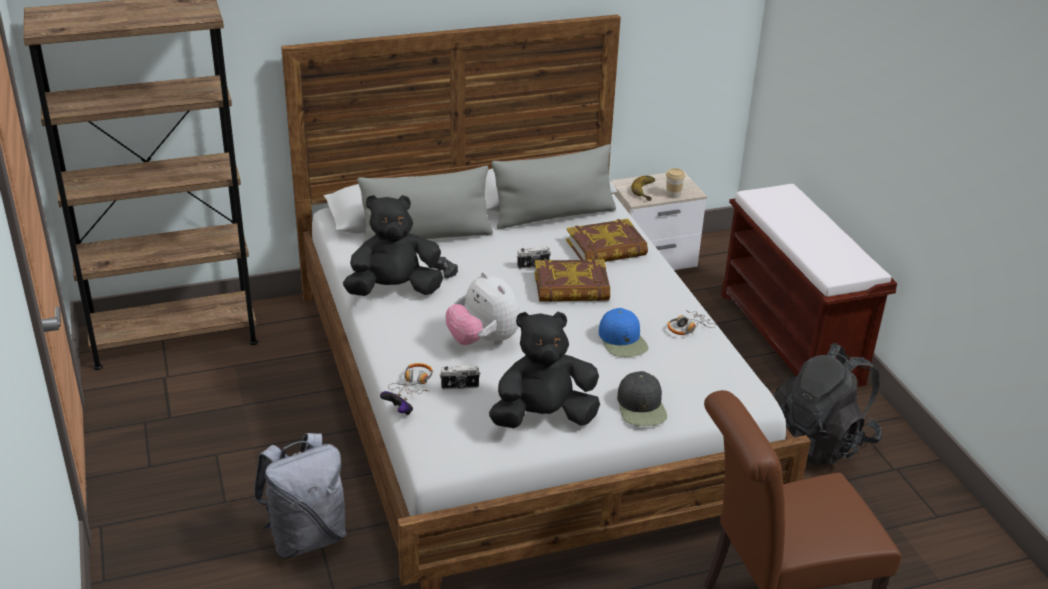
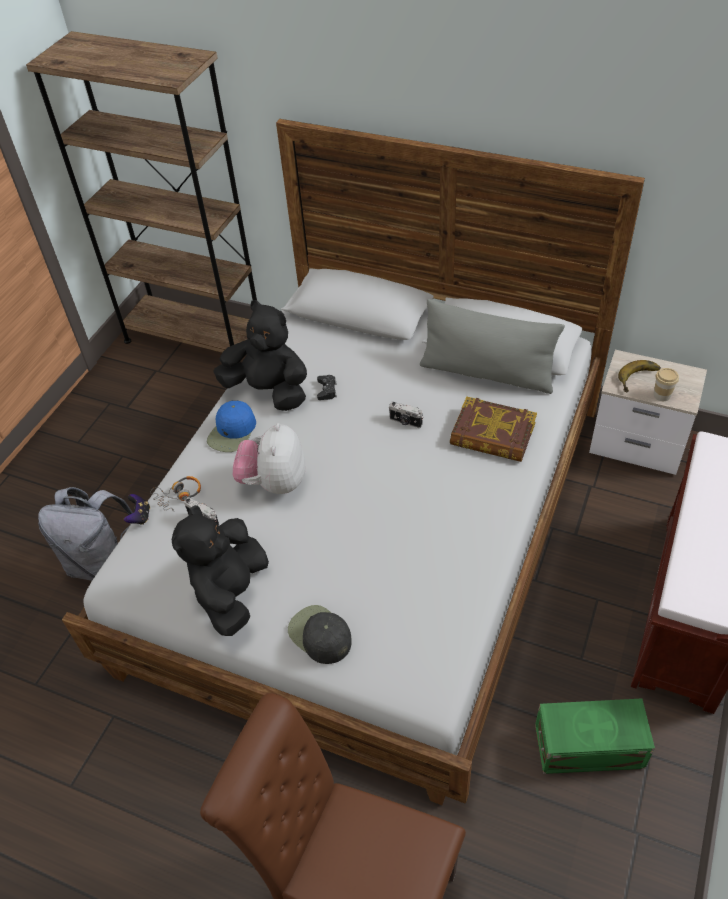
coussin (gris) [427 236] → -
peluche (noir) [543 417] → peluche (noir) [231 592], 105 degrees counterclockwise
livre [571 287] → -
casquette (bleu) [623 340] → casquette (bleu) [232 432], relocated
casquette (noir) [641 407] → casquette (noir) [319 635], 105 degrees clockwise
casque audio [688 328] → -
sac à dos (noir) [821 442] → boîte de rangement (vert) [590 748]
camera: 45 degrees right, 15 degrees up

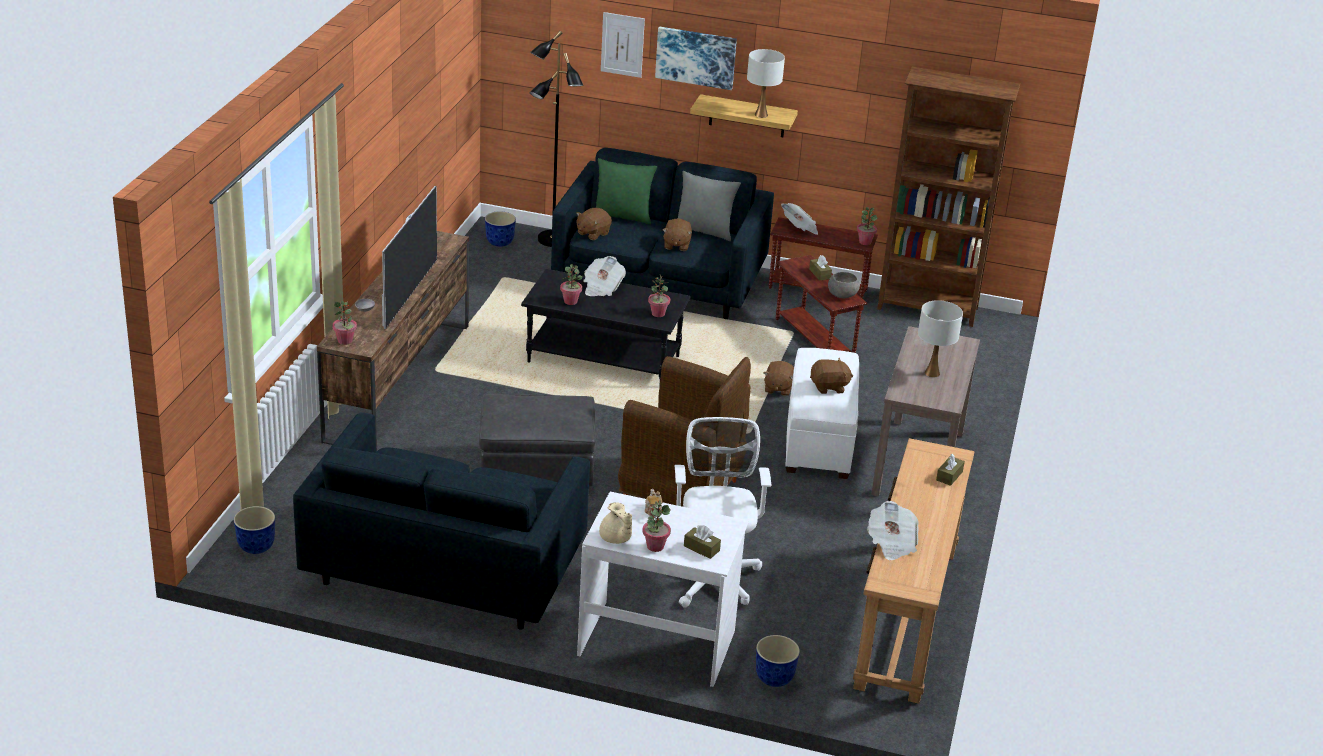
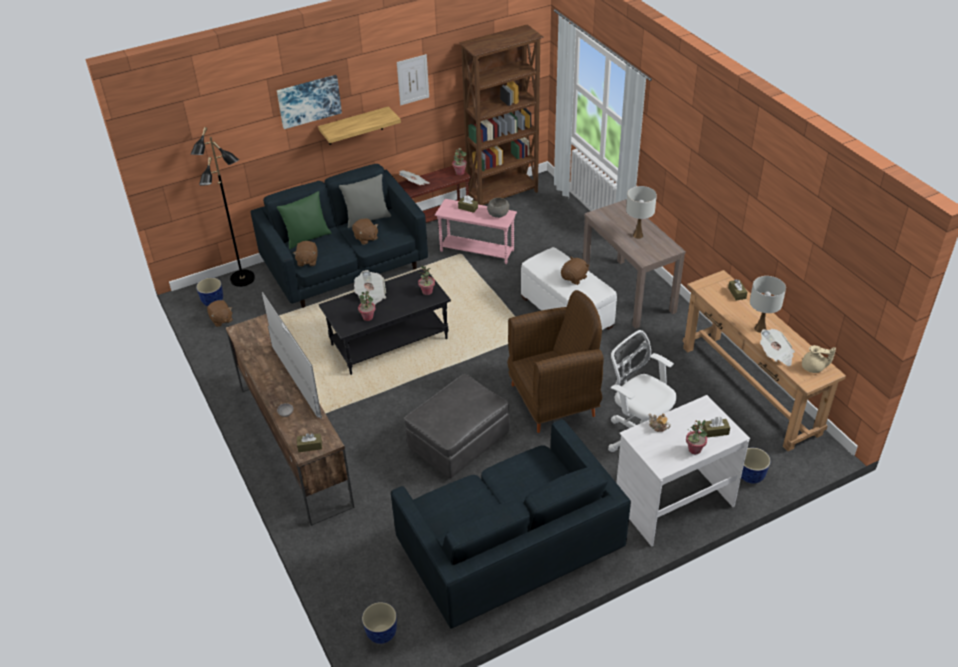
plante en pot [345 341] → boîte à mouchoirs (marron) [310 446]
théière (beige) [616 538] → théière (beige) [813 368], relocated
tableau [622 44] → tableau [413 79], relocated
lampe de table (blanc) [761 115] → lampe de table (blanc) [760 328], relocated
peluche (marron) [778 388] → peluche (marron) [221 320], relocated
table d'appoint (marron) [814 339] → table d'appoint (rose) [477 251]
camera: 40 degrees left, 10 degrees up

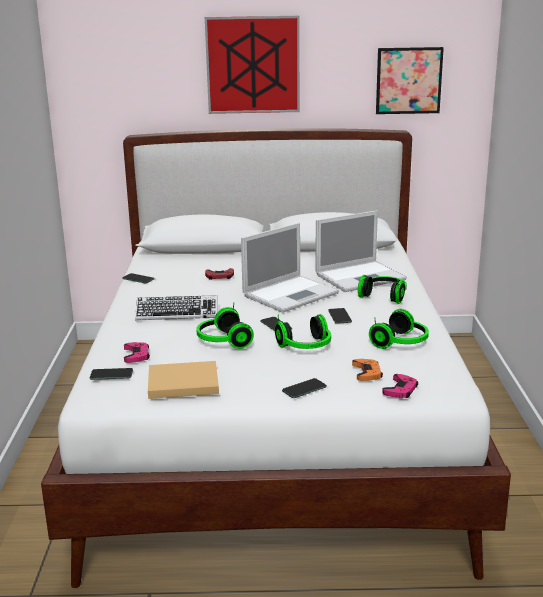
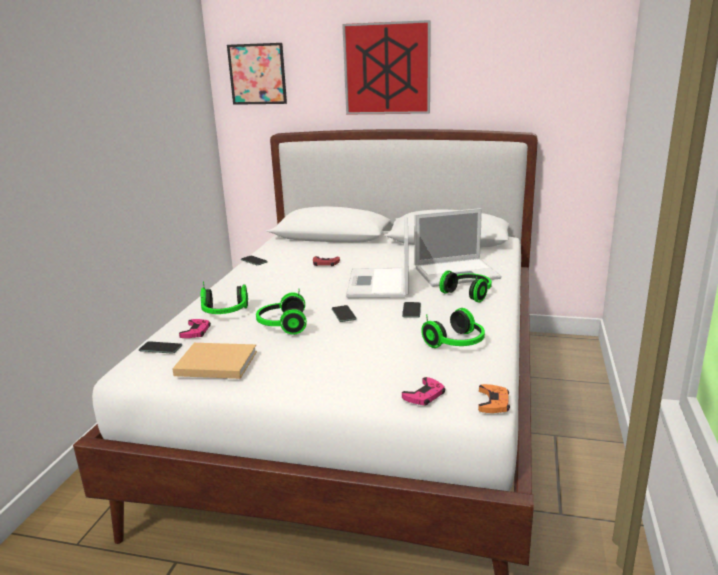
clavier [177 313] → -
ordinateur portable [291 294] → ordinateur portable [379 284], 120 degrees clockwise
casque audio [306 347] → casque audio [225 313], relocated
téléphone [304 389] → -
manette (orange) [367 373] → manette (orange) [493 402], relocated
tableau [408 80] → tableau [257 74], relocated
camera: 15 degrees right, 0 degrees up

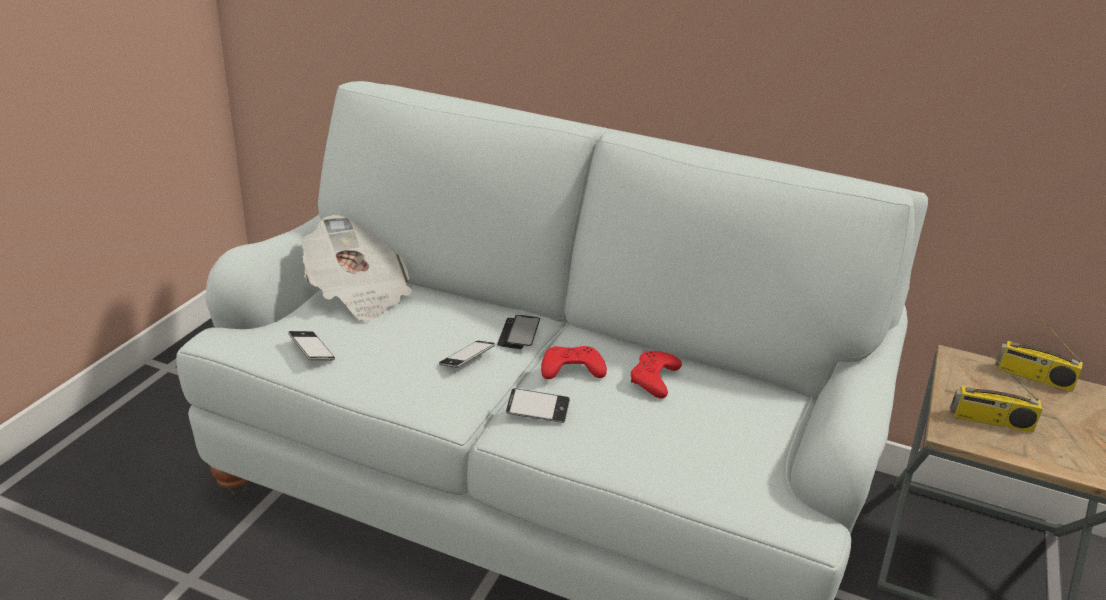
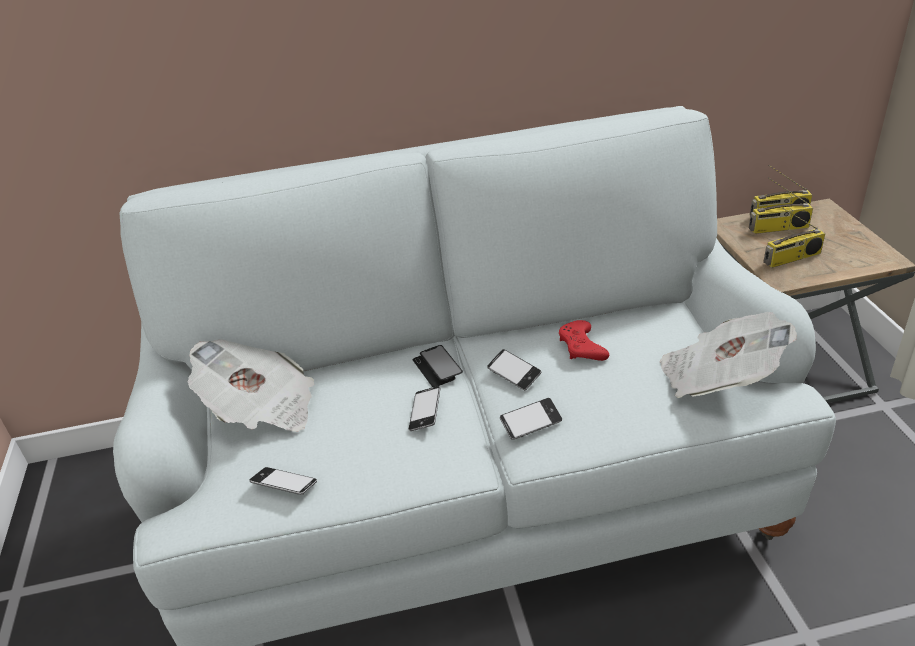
manette (rouge) [571 368] → téléphone [514 373]
- → journal [718 379]
- → radio [778 228]
camera: 30 degrees left, 5 degrees up

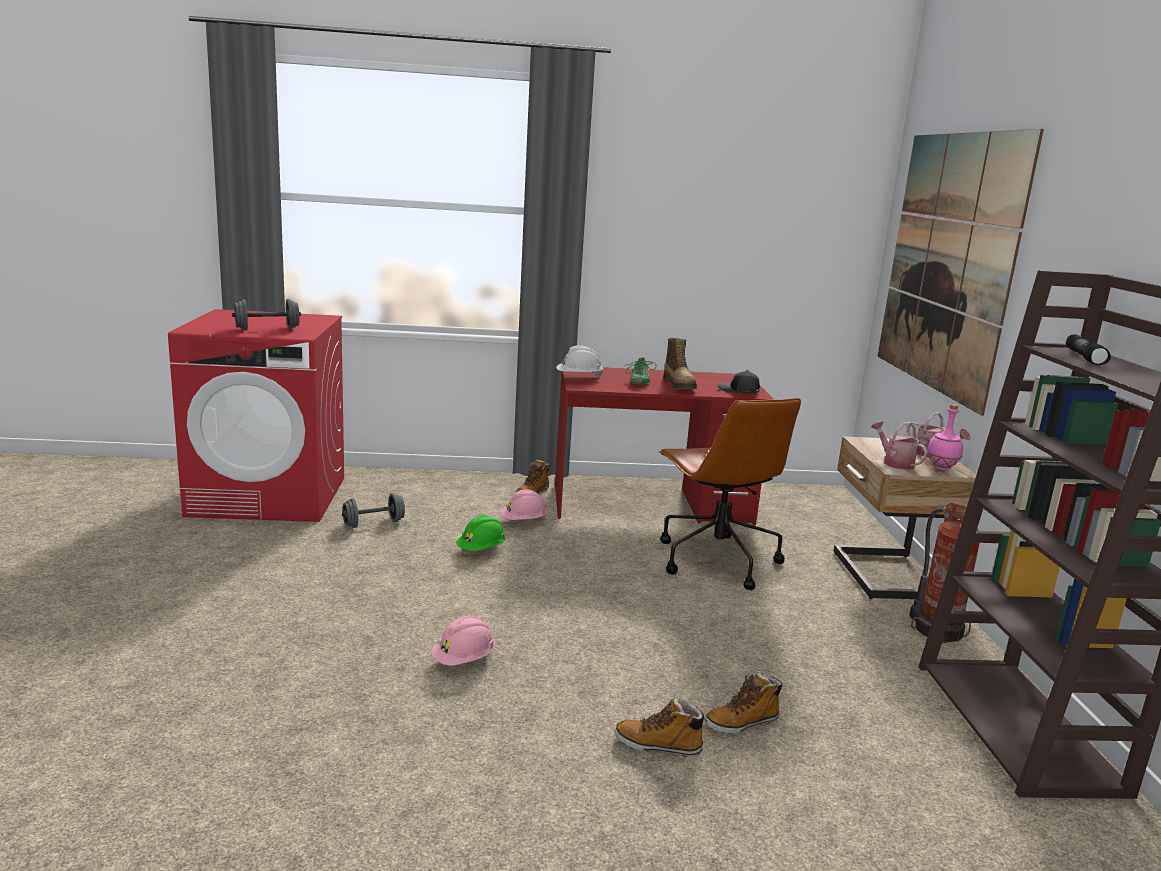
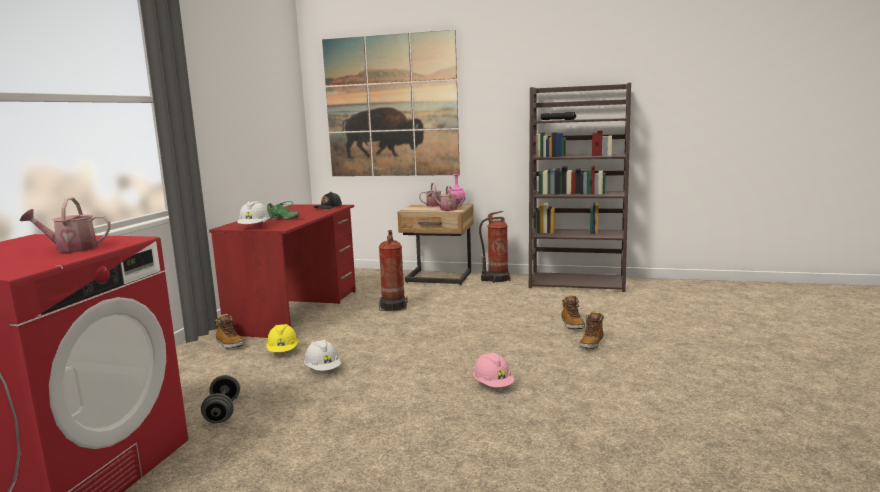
haltère (gris) [267 329] → arrosoir [71 249]
casque de chantier (vert) [481 550] → casque de chantier (blanc) [323 369]
casque de chantier (rose) [524 521] → casque de chantier (jaune) [283 351]
chaise de bureau (marron) [716 560] → extincteur [394 306]
botte [679 386] → -
camera: 70 degrees left, 5 degrees down

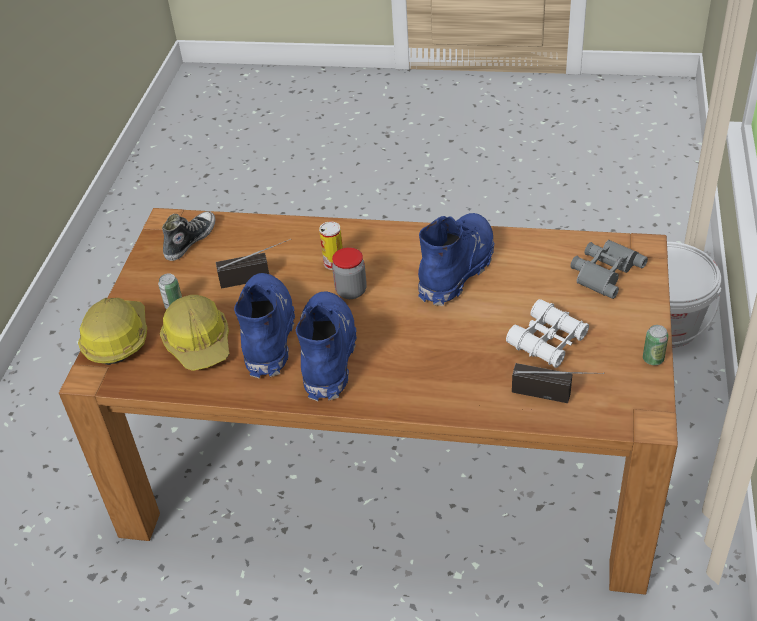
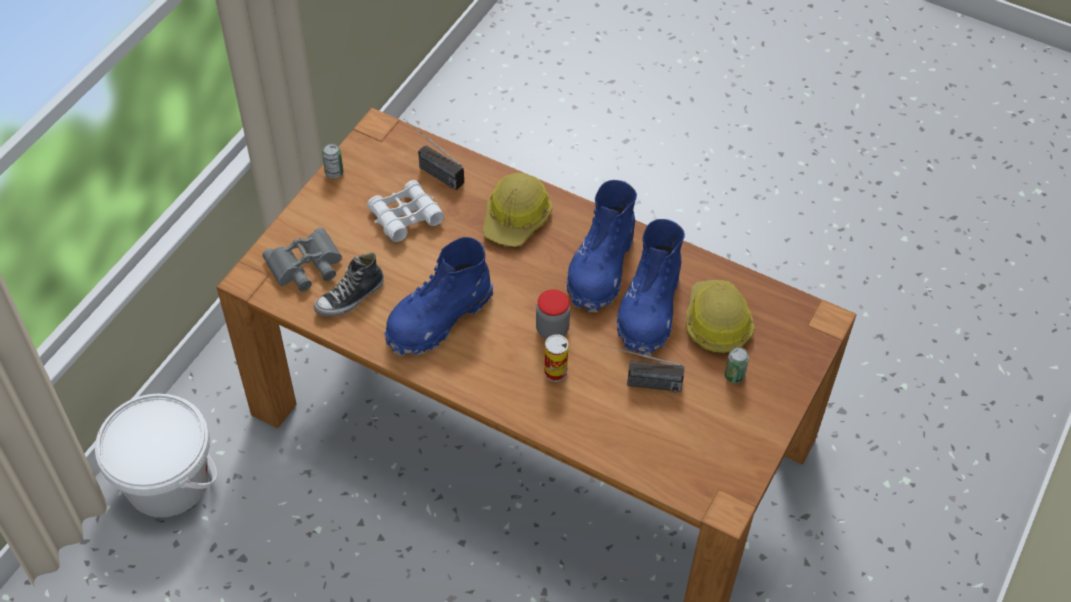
casque de chantier [116 338] → casque de chantier [516 218], relocated
chaussure [190 240] → chaussure [350 297], relocated
camera: 165 degrees left, 10 degrees up

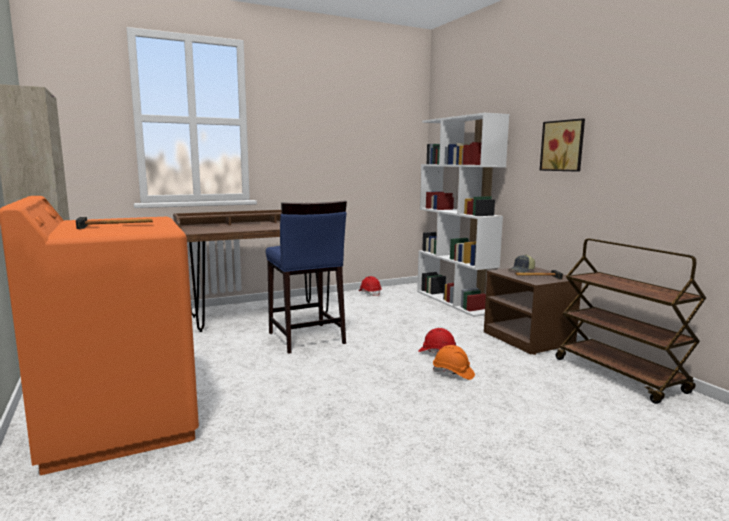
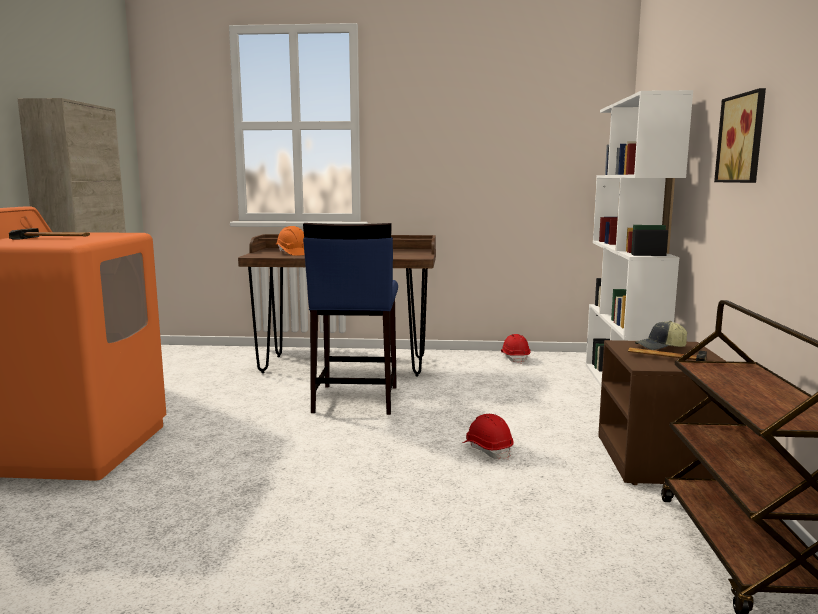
casque de chantier (orange) [453 373] → casque de chantier (orange) [293 253], relocated
camera: 30 degrees right, 0 degrees up

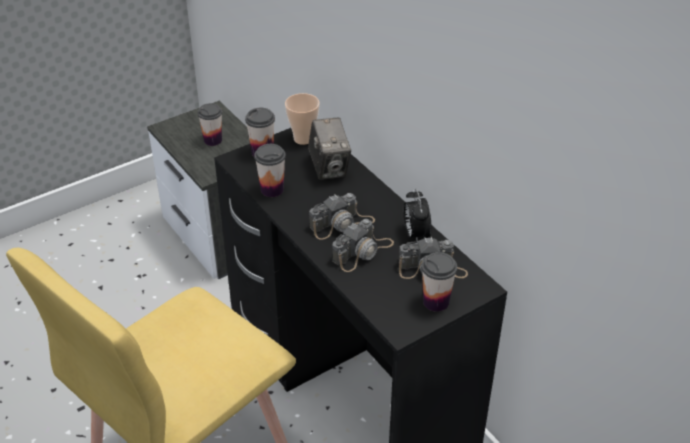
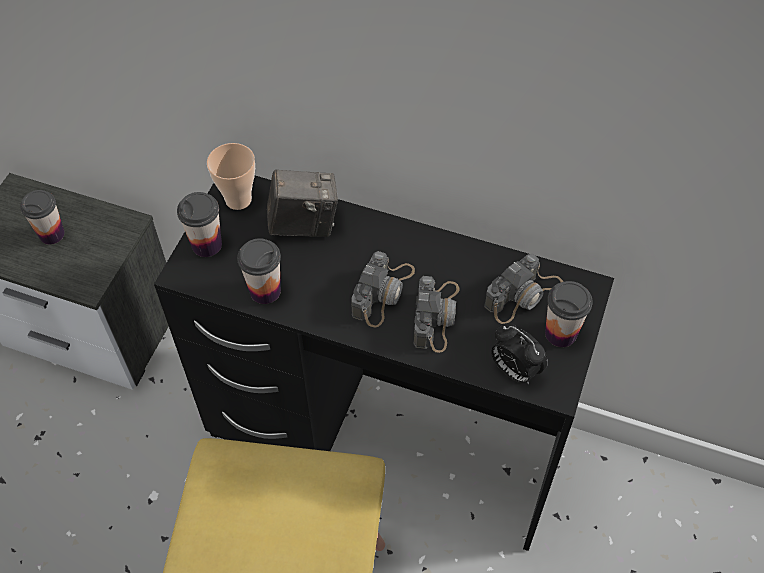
appareil photo [329 168] → appareil photo [303 224], 45 degrees counterclockwise
réveil [415 235] → réveil [514 370], relocated
camera: 35 degrees left, 15 degrees up

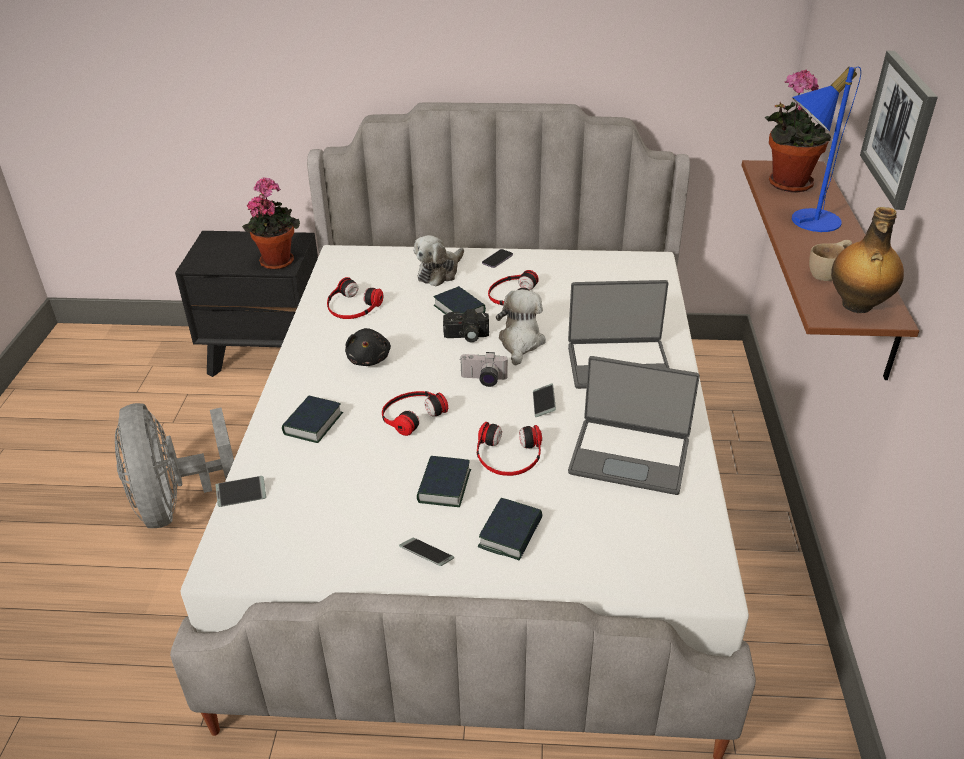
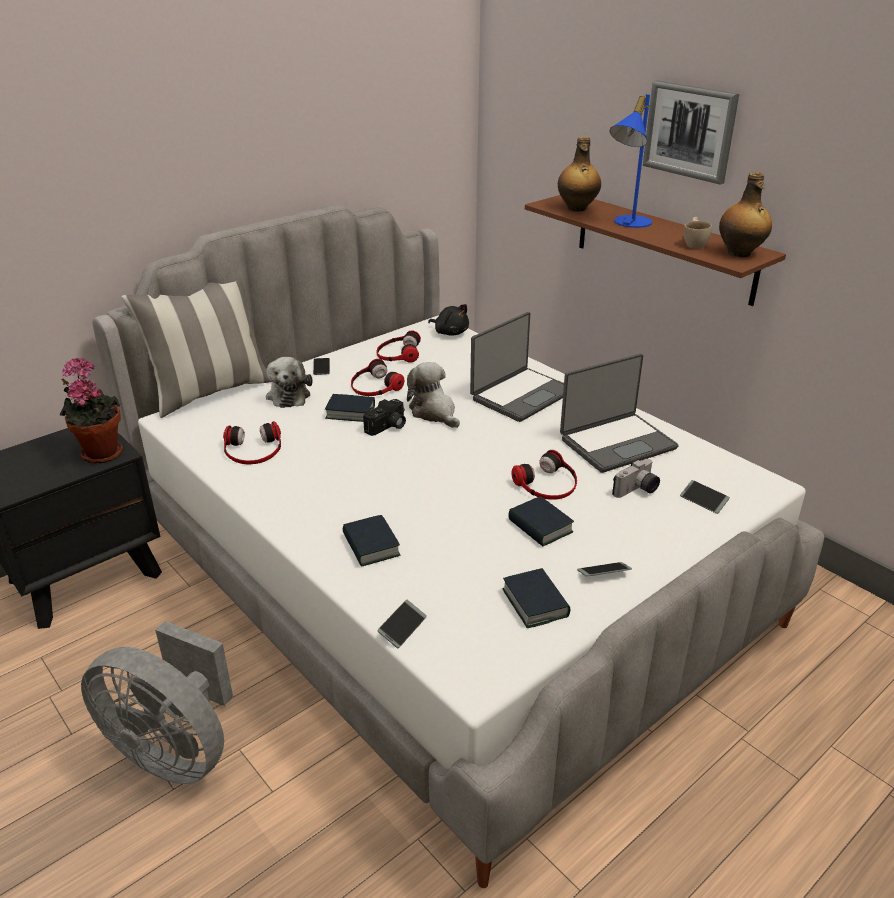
peluche (noir) [369 359] → peluche (noir) [450 332], relocated
casque audio [411 414] → casque audio [398 353], relocated
appareil photo [483 380] → appareil photo [637 491], relocated
livre [510 534] → livre [535 603], relocated
téléphone [543 404] → téléphone [703 500], relocated
plante en pot [785 183] → bouteille [576 209]
- → coussin [210 392]
camera: 45 degrees left, 5 degrees down

